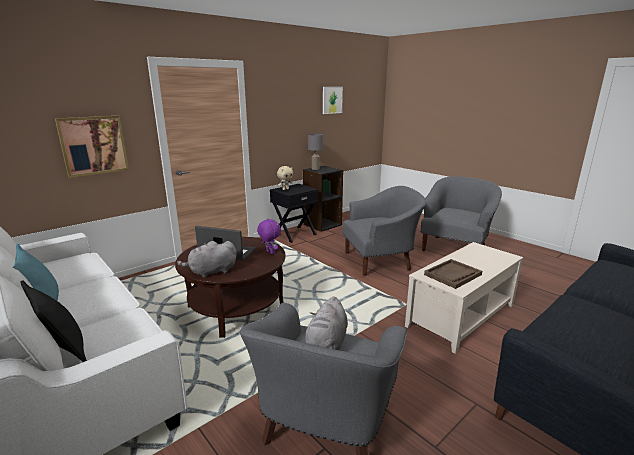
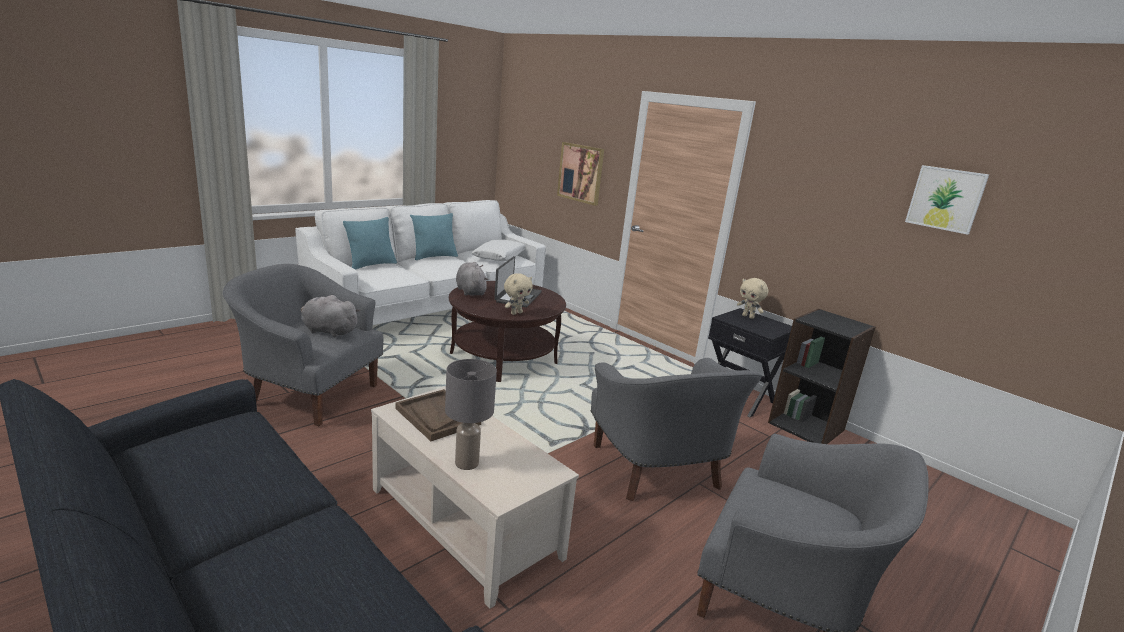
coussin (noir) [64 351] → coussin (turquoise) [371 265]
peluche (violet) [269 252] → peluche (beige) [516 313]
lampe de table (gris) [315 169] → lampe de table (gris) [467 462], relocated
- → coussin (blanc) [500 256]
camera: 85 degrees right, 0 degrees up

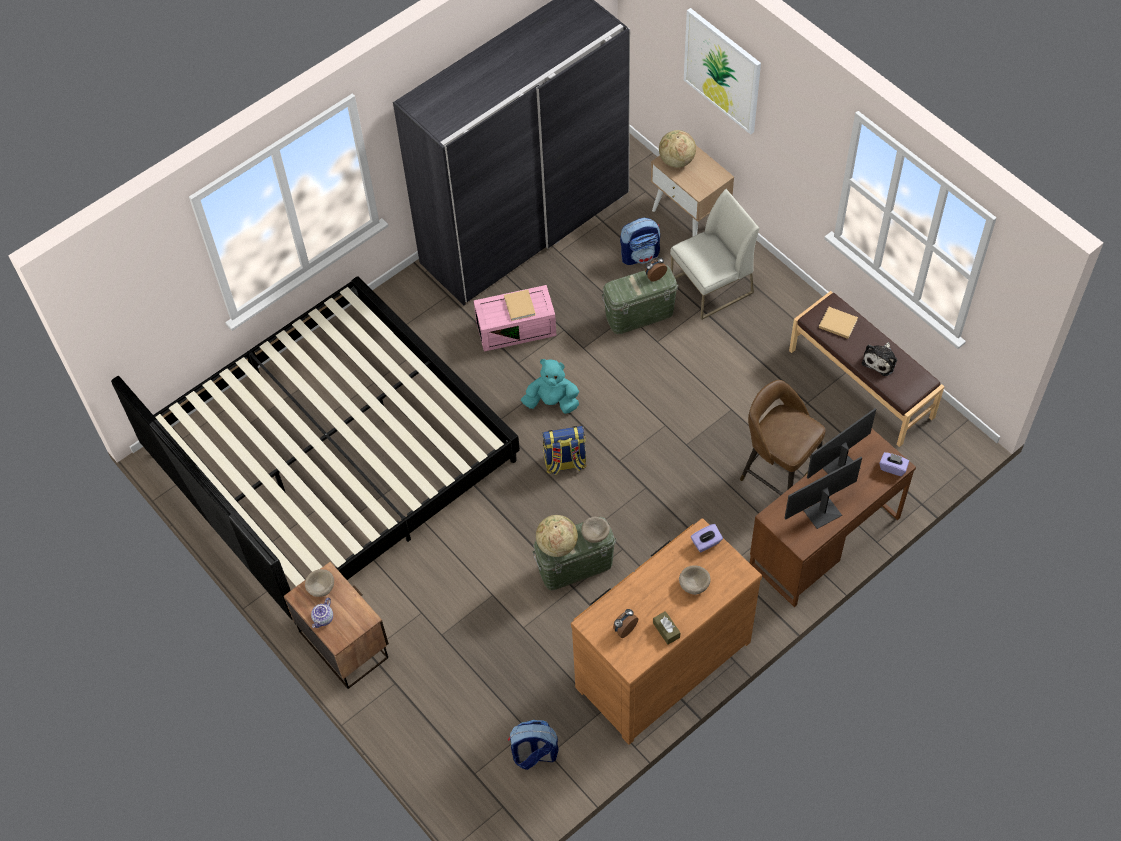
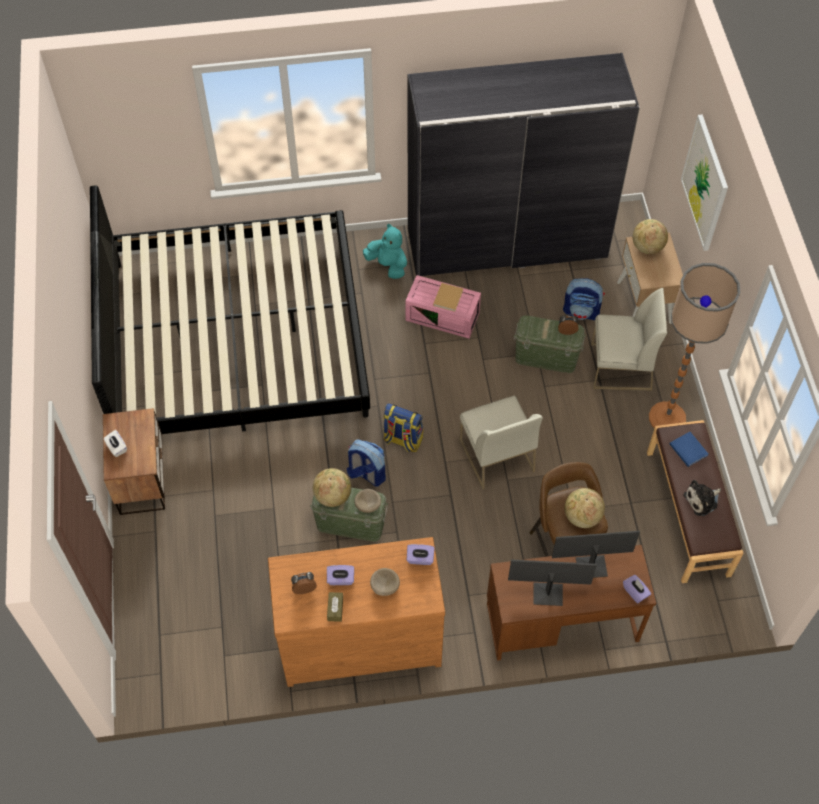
bol (beige) [320 588] → -
théière [323 619] → boîte à mouchoirs (blanc) [116 448]
sac à dos [534 754] → sac à dos [366 474], relocated
peluche (turquoise) [552 402] → peluche (turquoise) [387 265], relocated
livre (beige) [837 323] → livre (bleu) [688 449]
- → boîte à mouchoirs (violet) [340 579]
- → chaise (blanc) [496 455]
- → globe [582 516]
- → lampadaire [667 418]
camera: 30 degrees right, 0 degrees up

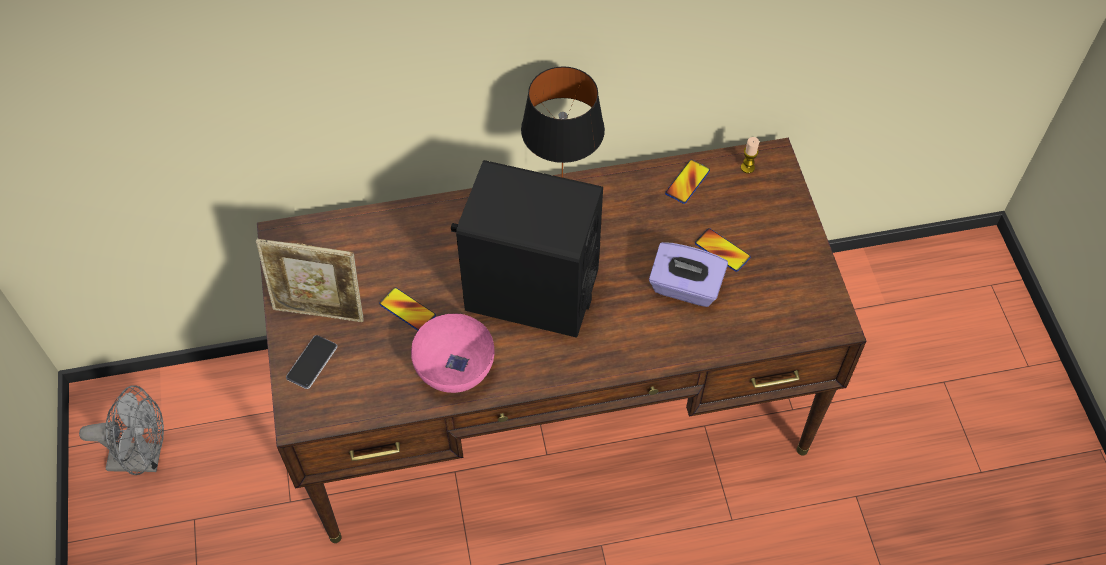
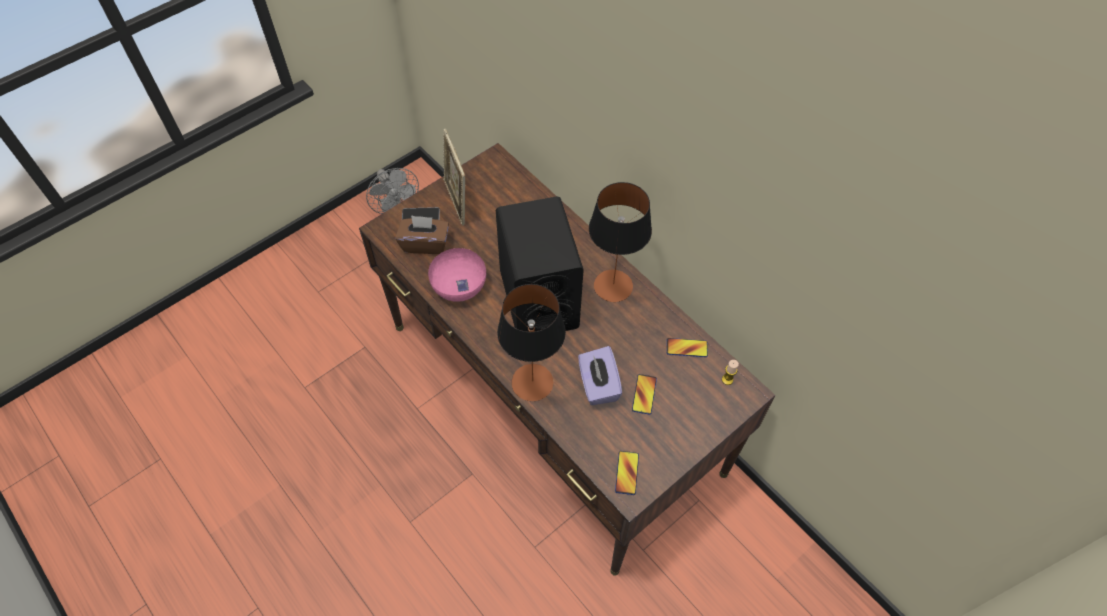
téléphone [407 310] → téléphone [627 473], relocated
- → boîte à mouchoirs (marron) [425 243]
- → lampe de table [532 382]
camera: 60 degrees right, 0 degrees up

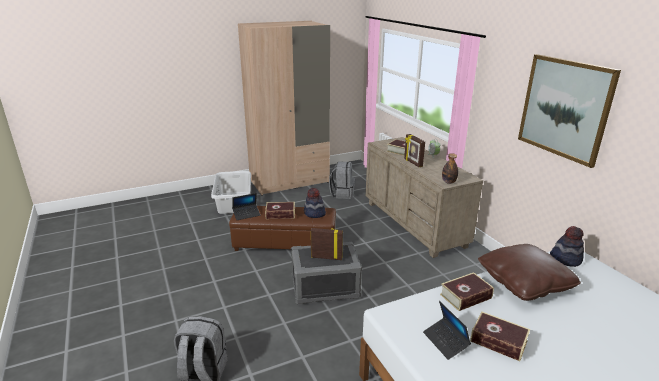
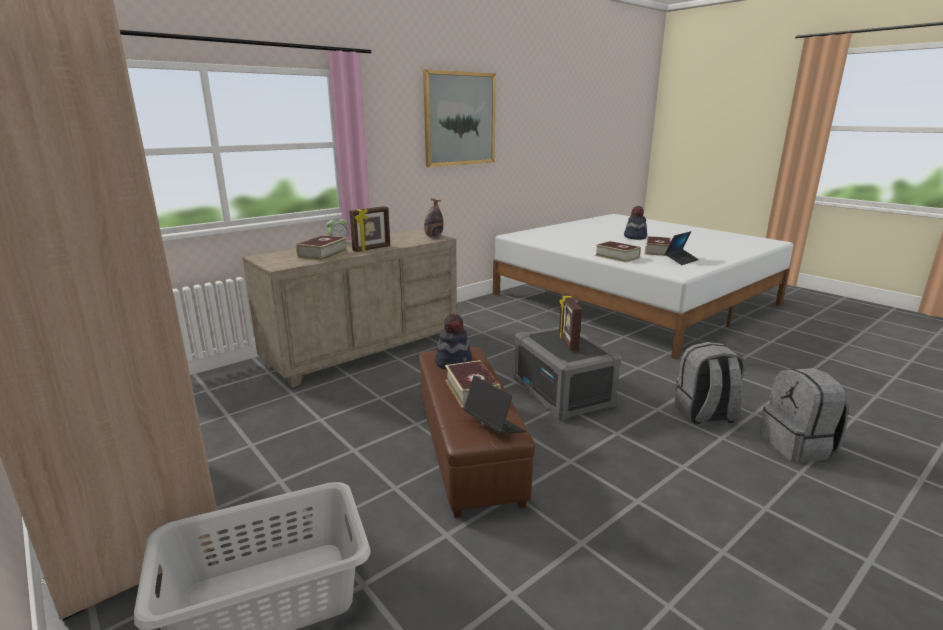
sac à dos (gris) [342 193] → sac à dos (gris) [704 415], relocated
coussin (marron) [524 282] → -
chapeau [565 259] → chapeau [635 237], relocated
camera: 105 degrees left, 5 degrees down

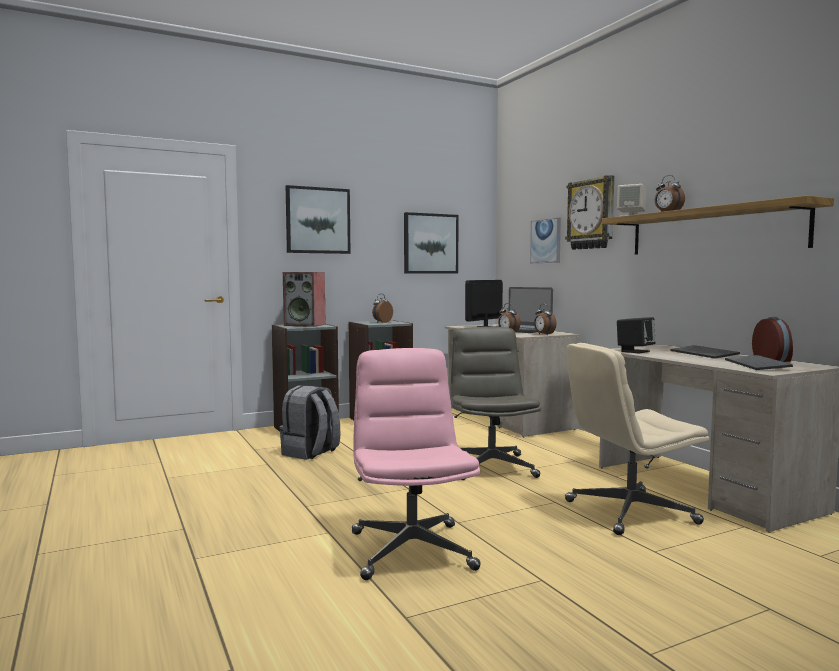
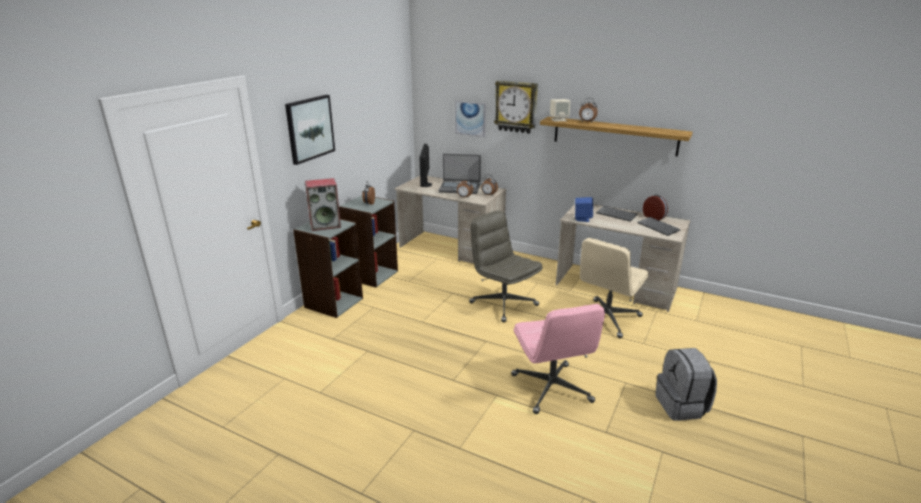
sac à dos (gris) [310 453] → sac à dos (gris) [681 406], relocated
chaise de bureau (rose) [411 550] → chaise de bureau (rose) [552 389], 150 degrees counterclockwise
tableau [430 243] → -
enceinte (noir) [635 351] → enceinte (bleu) [582 219]
camera: 35 degrees left, 20 degrees up

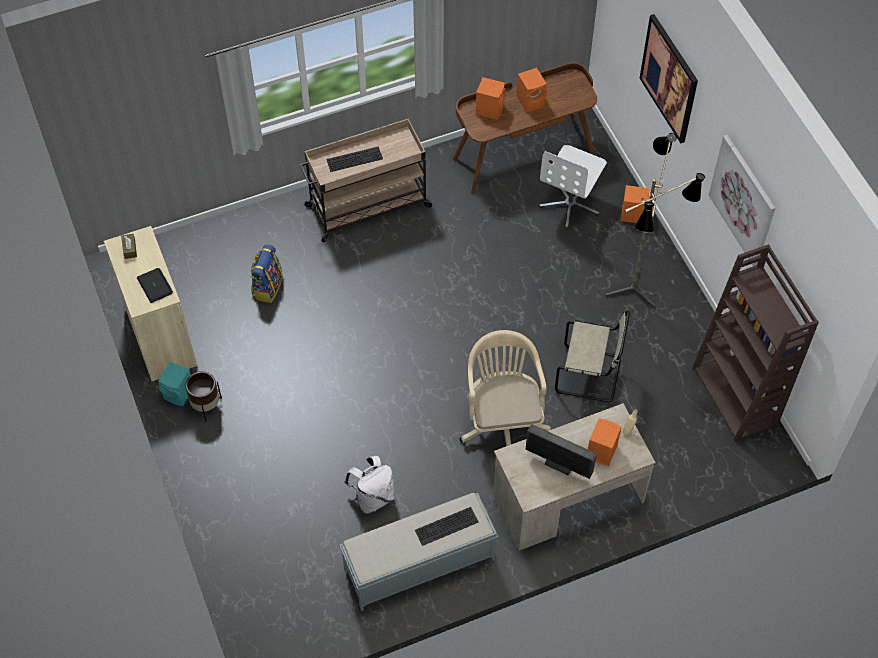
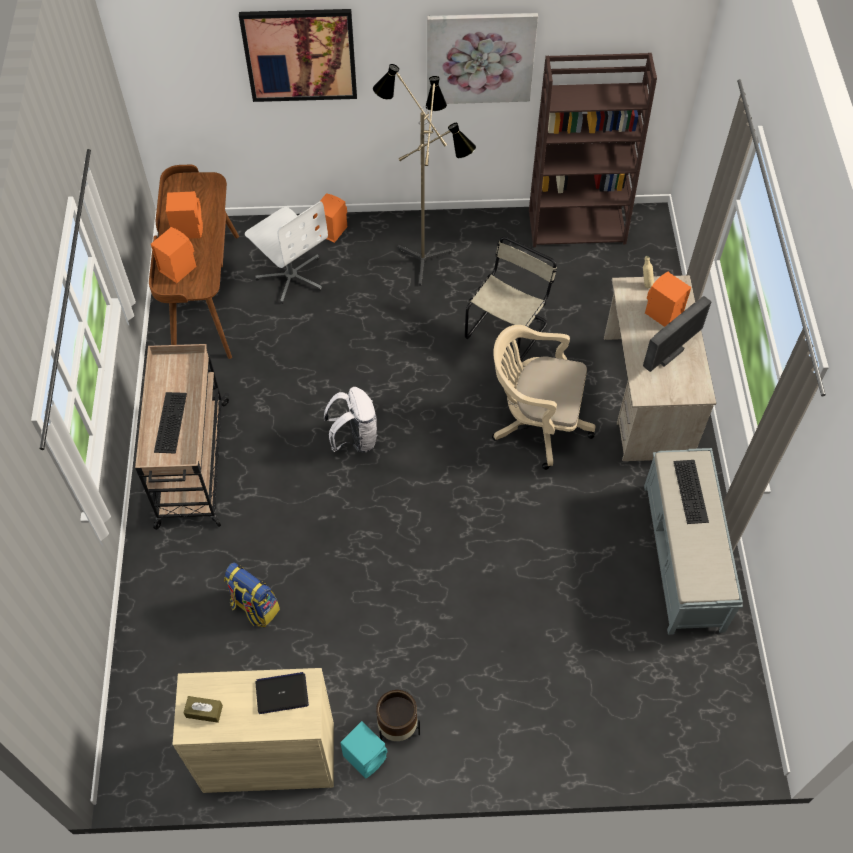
sac à dos (blanc) [373 497] → sac à dos (blanc) [355 439], relocated
camera: 70 degrees left, 0 degrees up

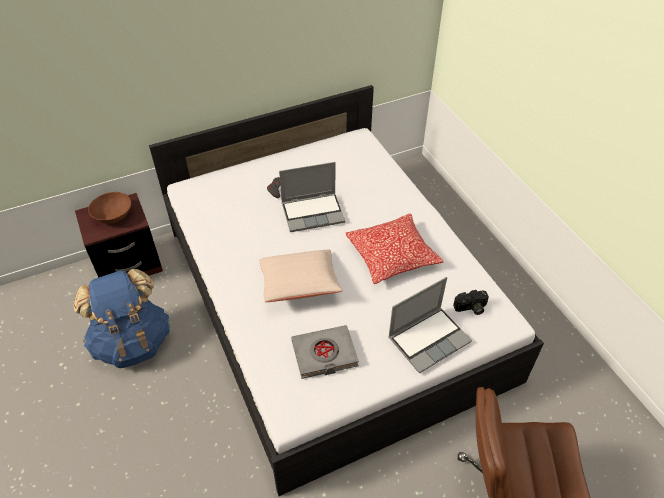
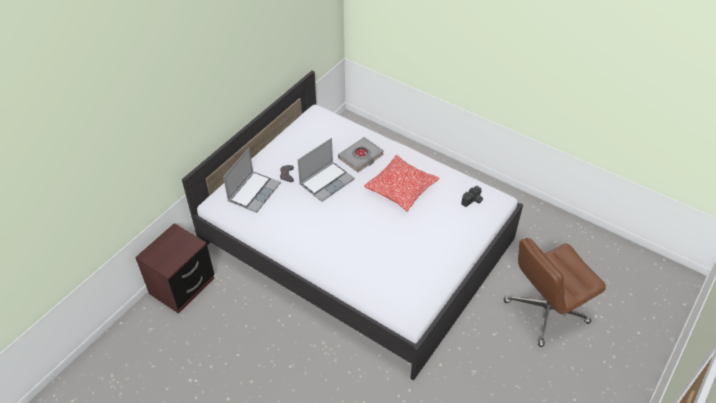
sac à dos (bleu) [133 342] → -
bol (marron) [113 216] → -
coussin (beige) [299 284] → -
livre (gris) [324 354] → livre (gris) [361 157], relocated
ordinateur portable [429 339] → ordinateur portable [254 192], relocated
camera: 30 degrees left, 0 degrees up

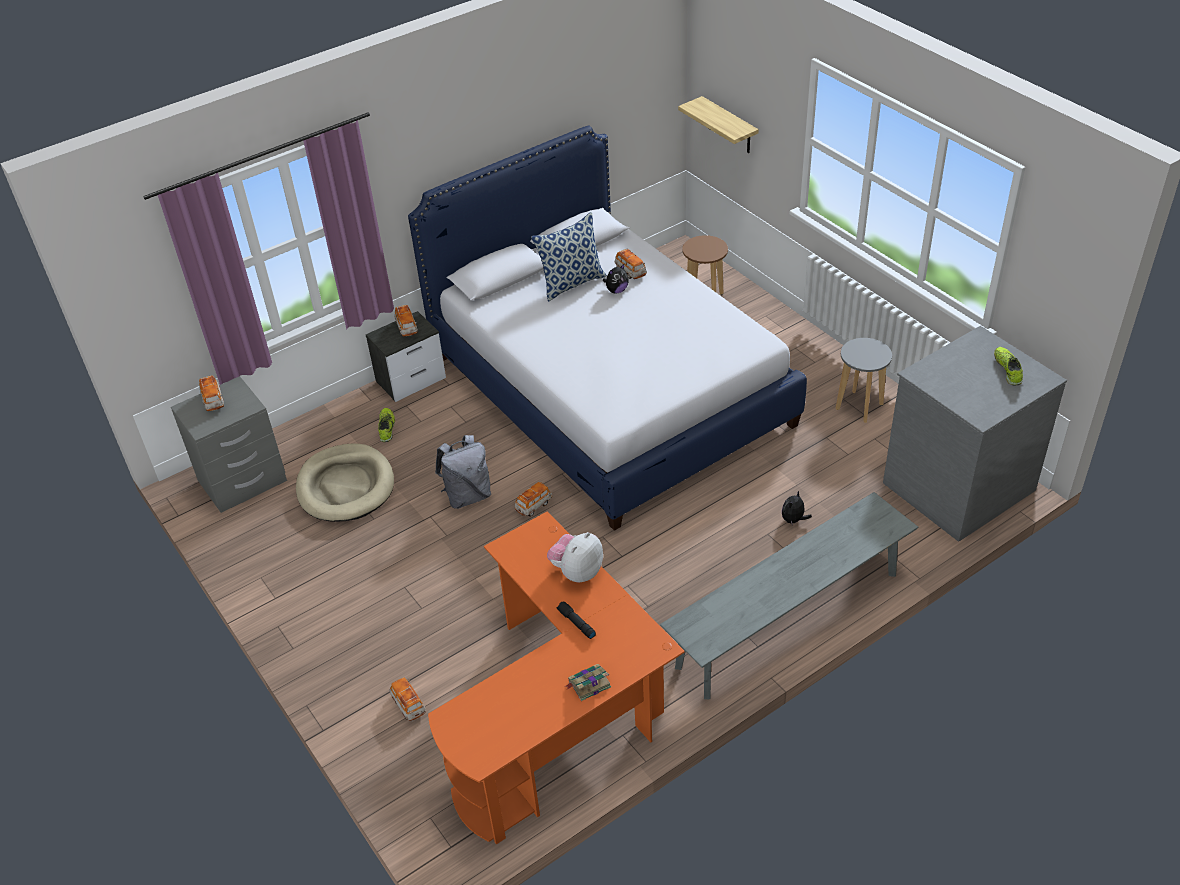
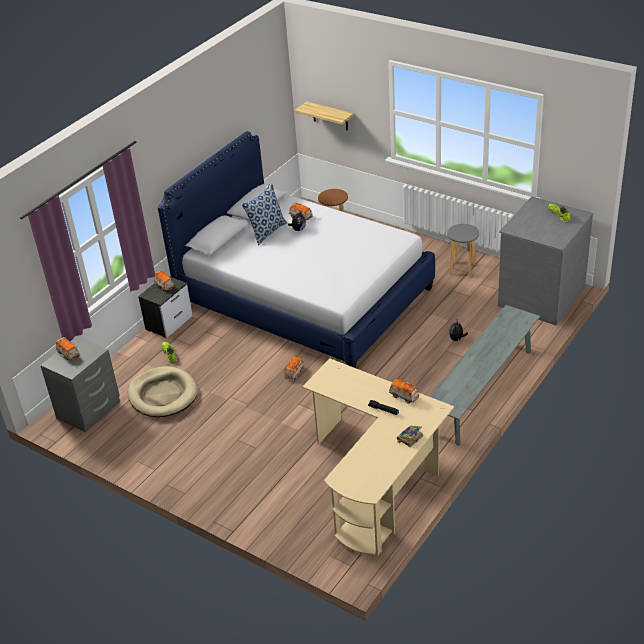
petite voiture [408 705] → petite voiture [403 396], relocated
bureau (orange) [562 718] → bureau (beige) [379 480]
sac à dos (gris) [467 495] → -
peluche [577 572] → -
camera: 20 degrees left, 5 degrees down

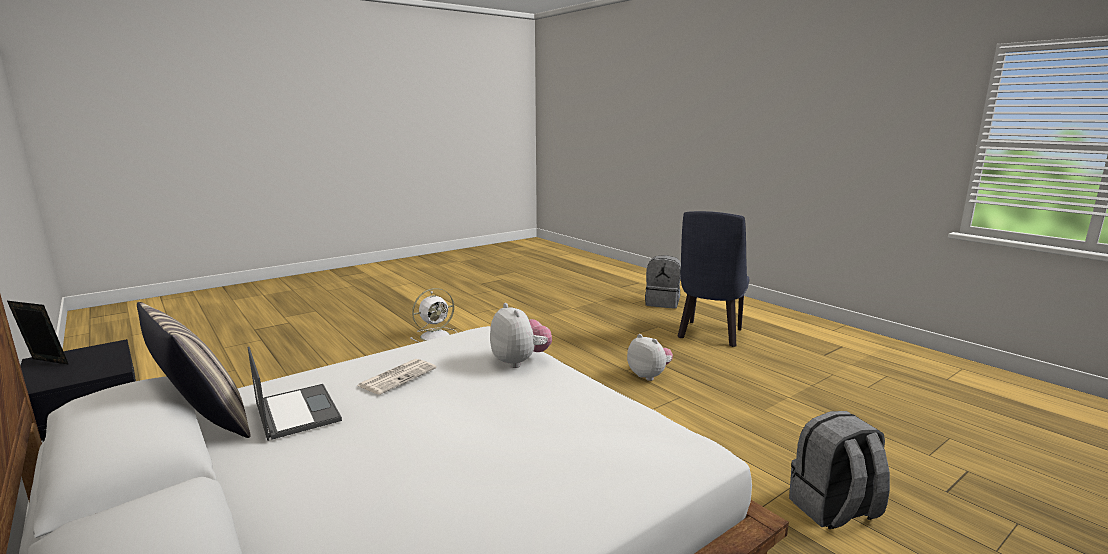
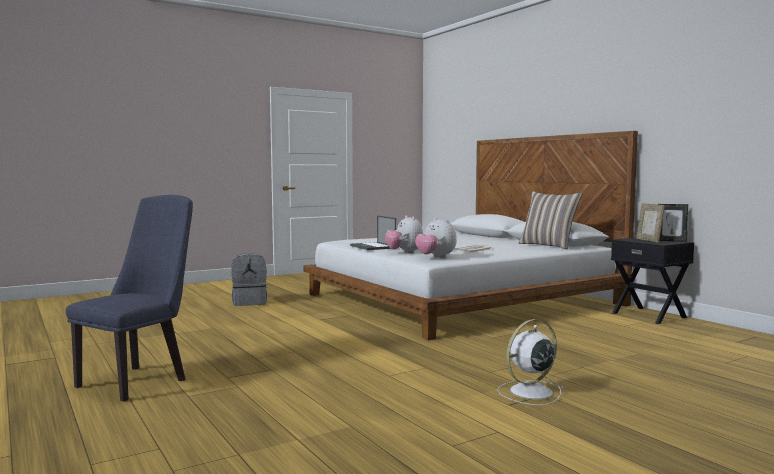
ordinateur portable [296 411] → ordinateur portable [373 247], relocated
peluche [649 375] → peluche [435 257], relocated
sac à dos (gris) [662 303] → -
- → cadre photo [649 240]
camera: 175 degrees left, 10 degrees down

